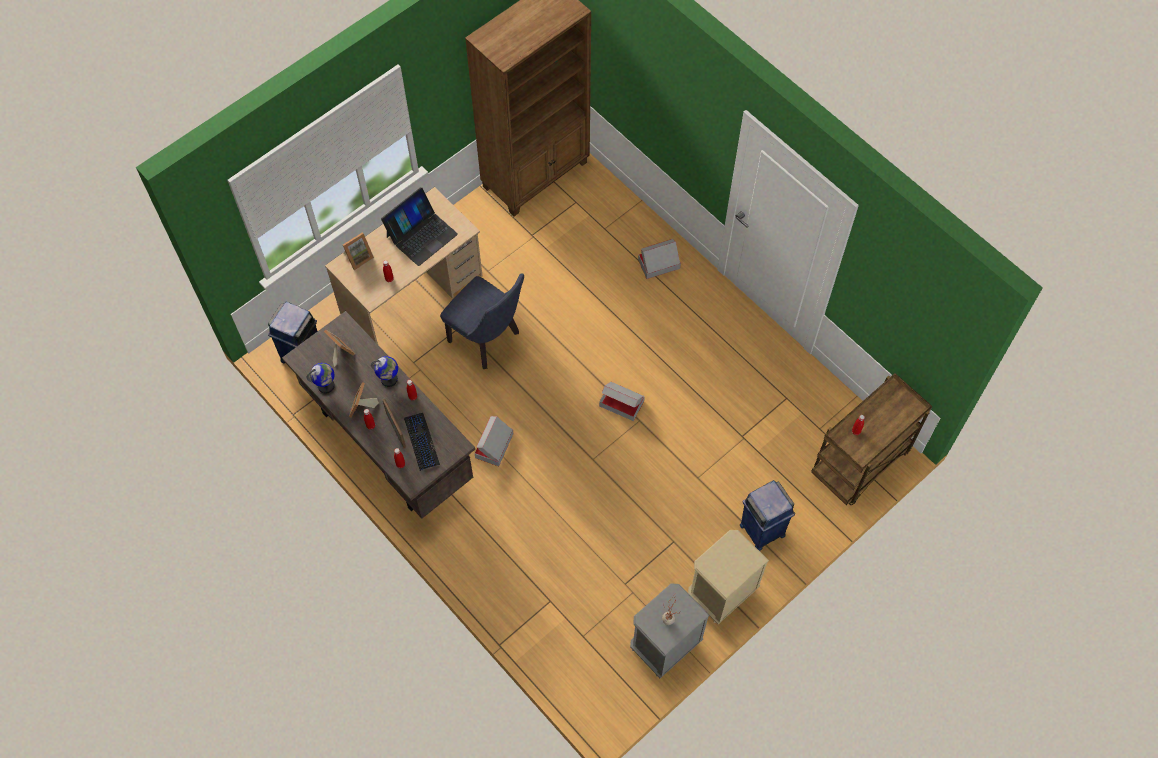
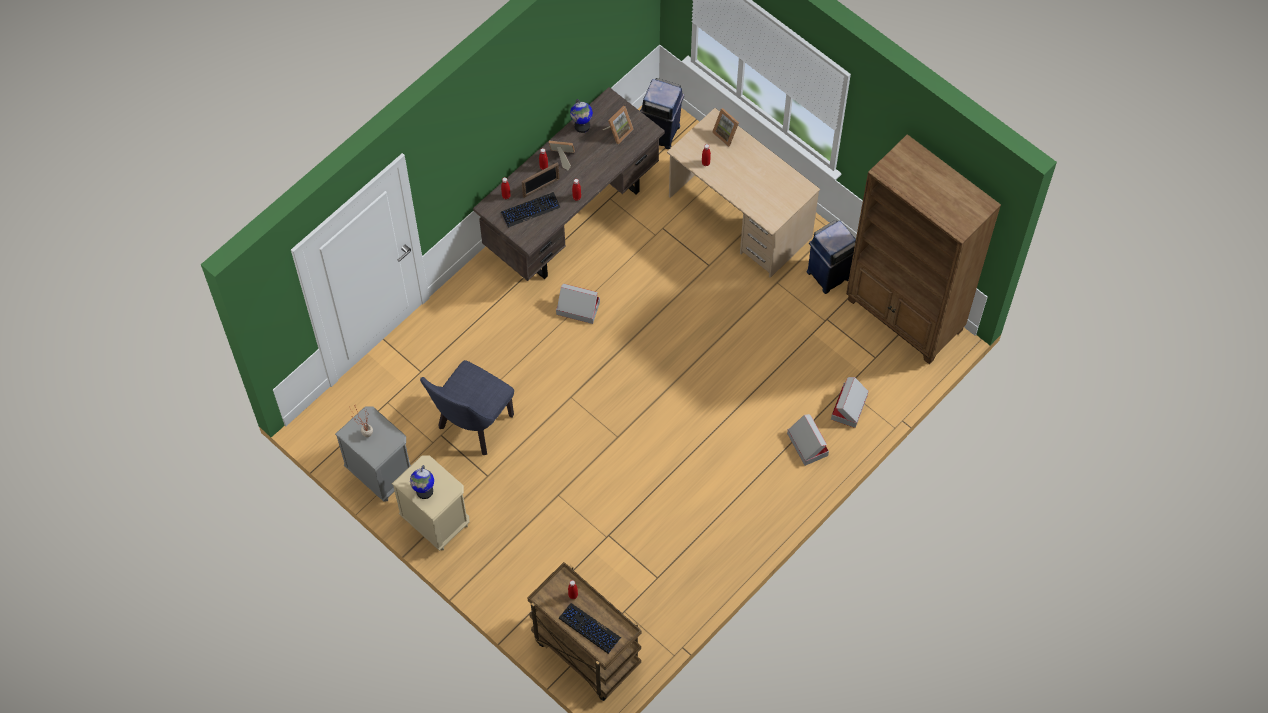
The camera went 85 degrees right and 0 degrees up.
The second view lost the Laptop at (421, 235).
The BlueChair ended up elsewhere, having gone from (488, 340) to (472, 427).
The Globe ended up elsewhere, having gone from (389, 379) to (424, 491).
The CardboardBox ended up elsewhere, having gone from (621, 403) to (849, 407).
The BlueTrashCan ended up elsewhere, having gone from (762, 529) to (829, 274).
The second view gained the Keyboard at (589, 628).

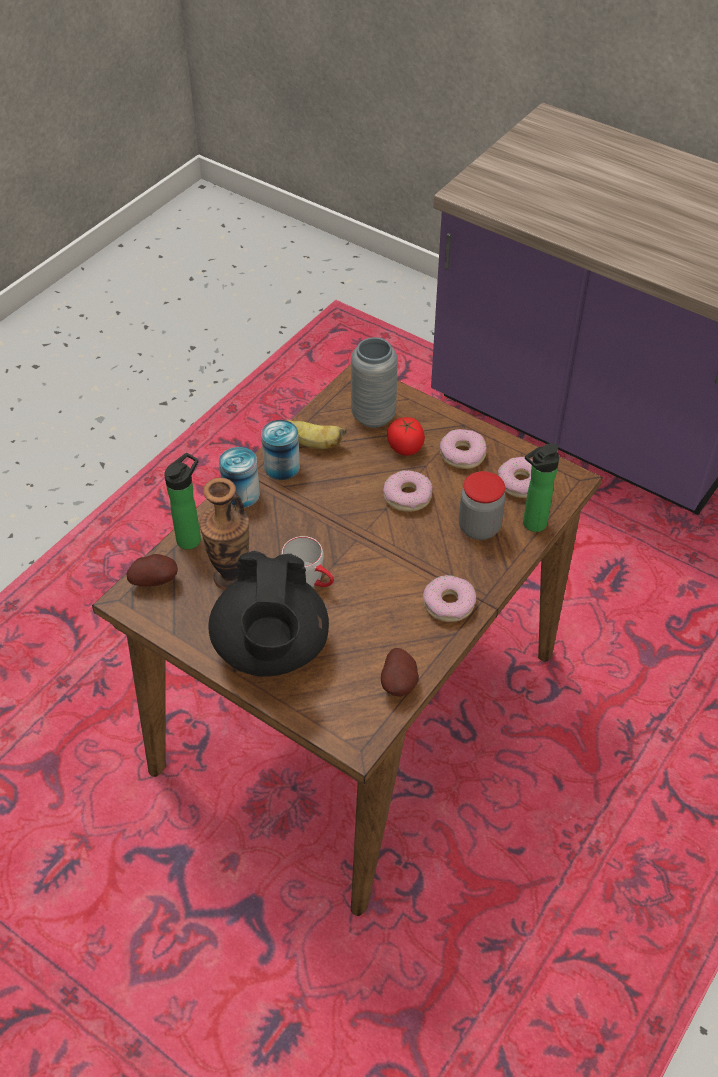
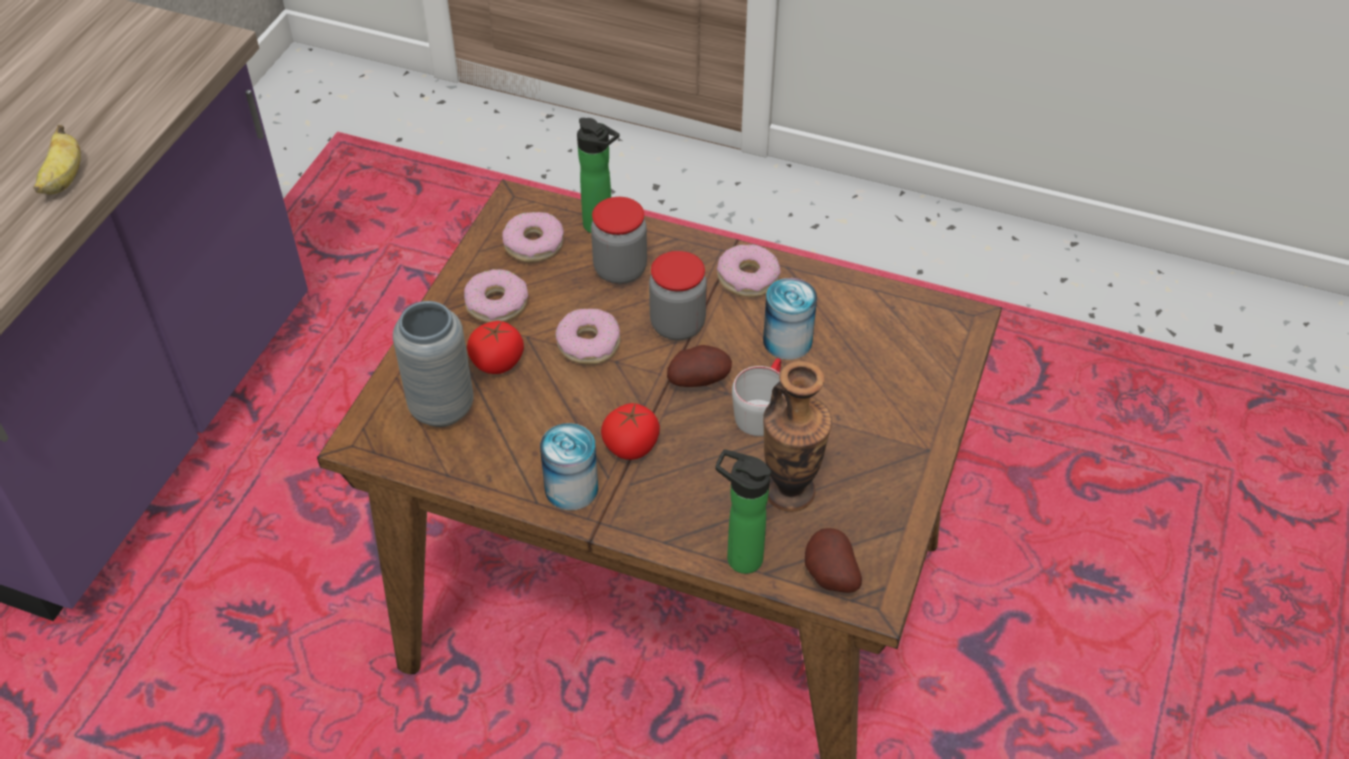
The camera went 105 degrees left and 0 degrees up.
The Banana ended up elsewhere, having gone from (314, 444) to (64, 179).
The Can ended up elsewhere, having gone from (241, 494) to (787, 341).
The second view lost the BlackTeapot at (271, 649).
The Potato ended up elsewhere, having gone from (400, 683) to (698, 379).
The second view gained the Jar at (677, 325).
The second view gained the Tomato at (631, 446).

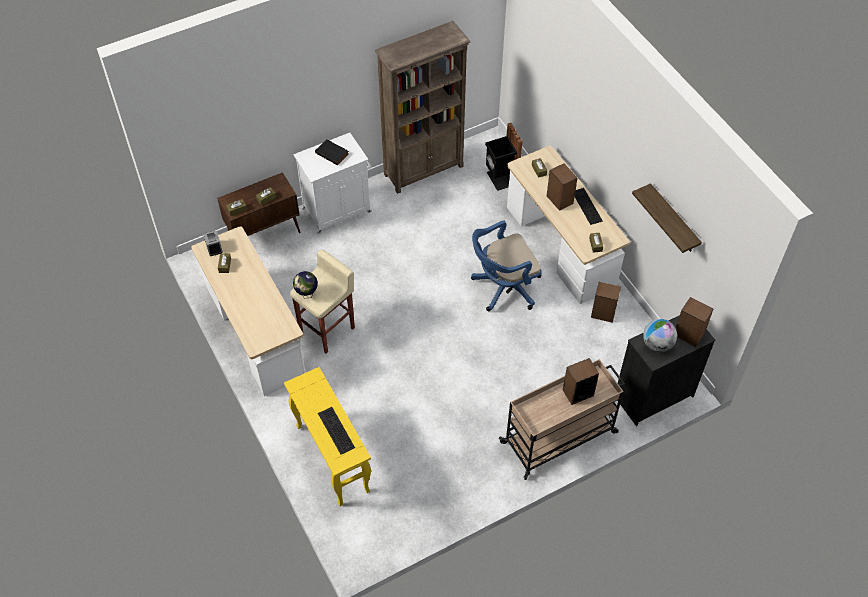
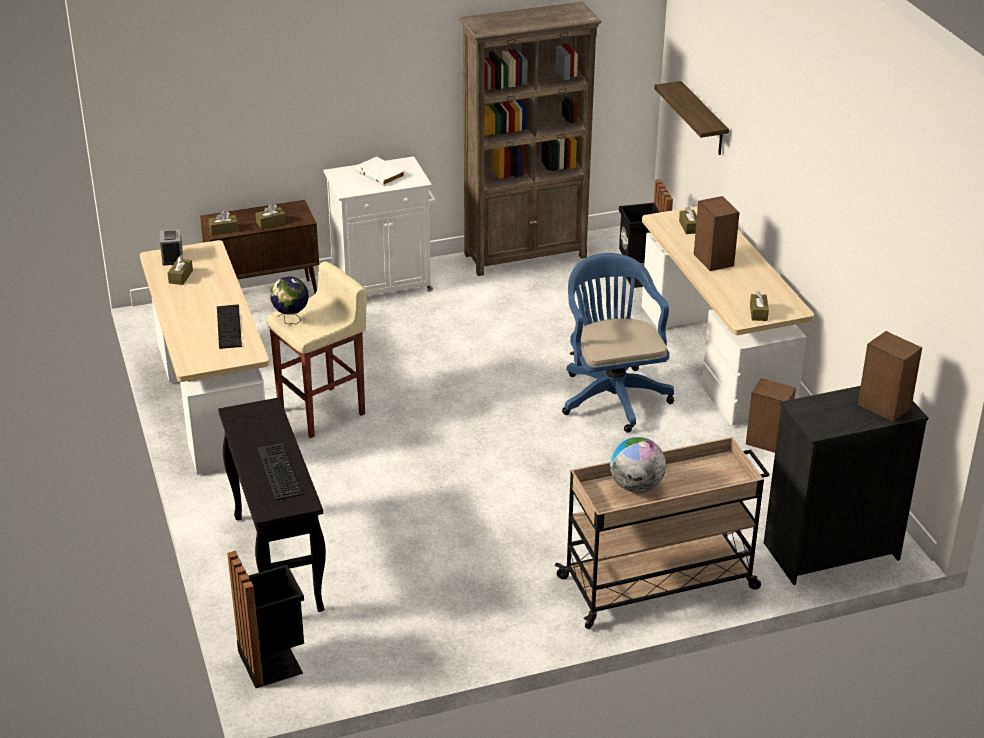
The camera went 10 degrees right and 20 degrees down.
What was the BlackBook at (332, 153) turned into the WhiteBook at (381, 174).
The Shelf ended up elsewhere, having gone from (673, 220) to (703, 119).
The Keyboard ended up elsewhere, having gone from (587, 206) to (229, 326).
The BlueOfficeChair at (503, 288) ended up facing another way, 90 degrees clockwise from before.
The Globe ended up elsewhere, having gone from (657, 344) to (636, 486).
The second view lost the Speaker at (577, 392).
What was the YellowConsoleTable at (332, 458) turned into the BlackConsoleTable at (277, 562).
The second view gained the BlackTrashCan at (273, 661).

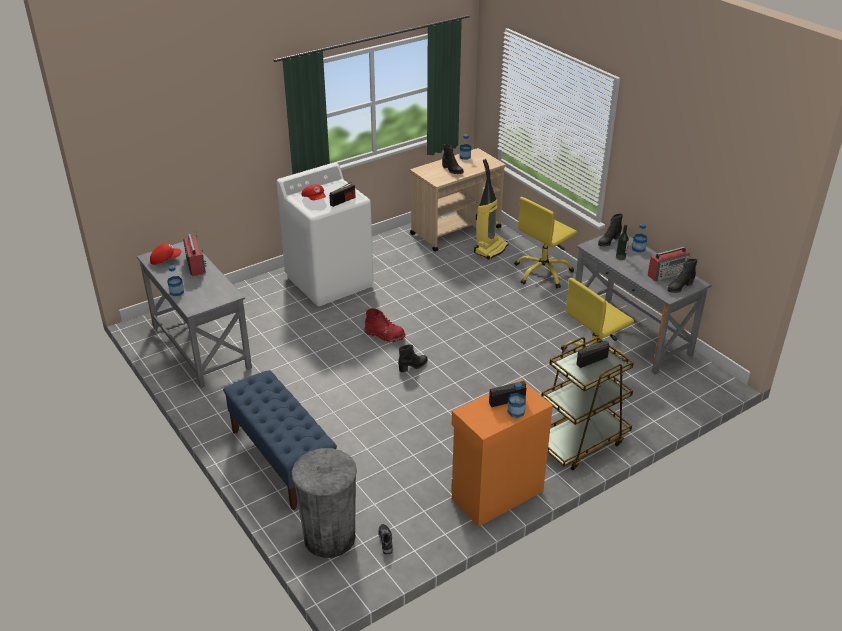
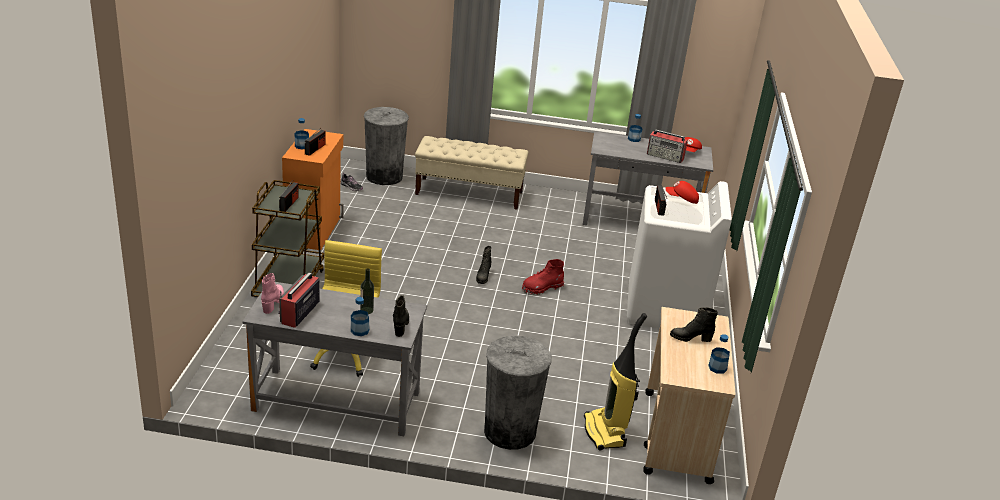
The camera went 130 degrees right and 5 degrees down.
Where the YellowOfficeChair stood at (543, 273), the GreyTrashCan came to stand at (510, 431).
What was the BlackBoot at (679, 287) turned into the PinkBoot at (273, 302).
What was the BlueBench at (282, 459) turned into the BeigeBench at (469, 193).

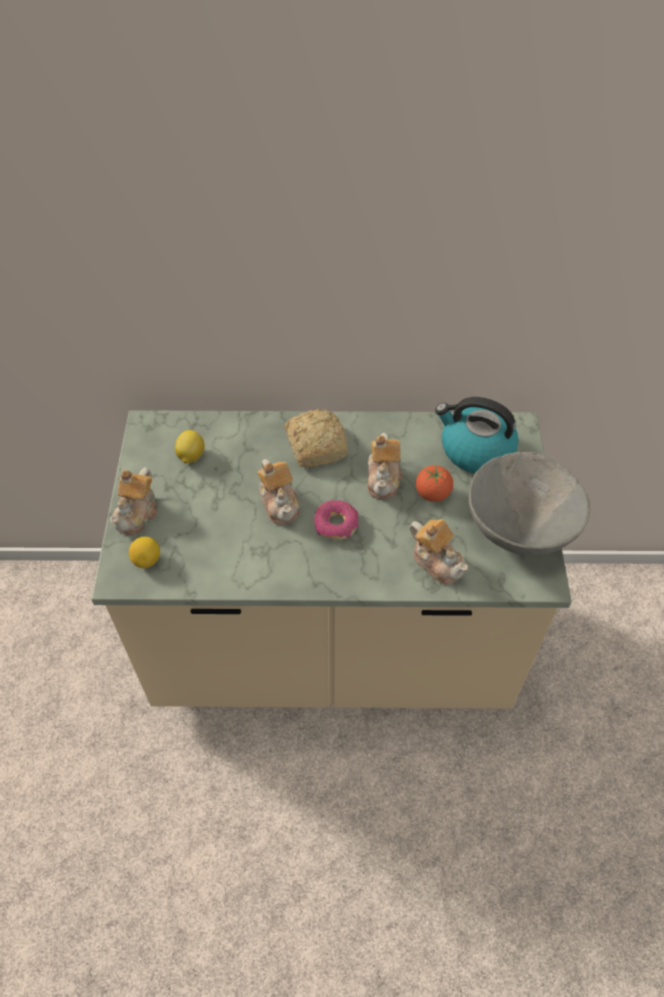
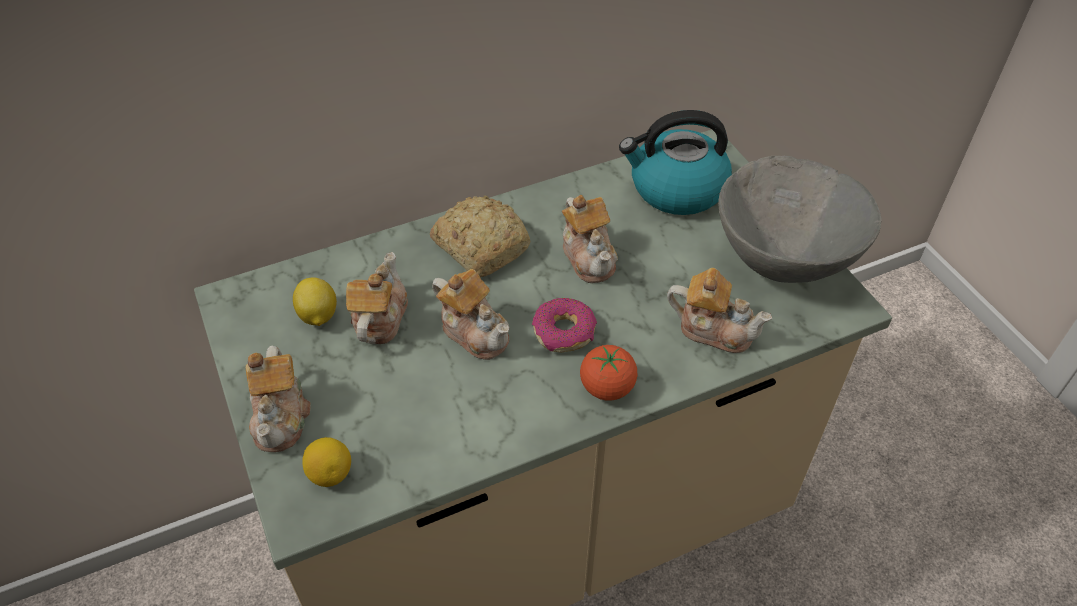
The camera went 25 degrees left and 5 degrees down.
The Tomato ended up elsewhere, having gone from (432, 493) to (607, 388).
The second view gained the Teapot at (379, 319).

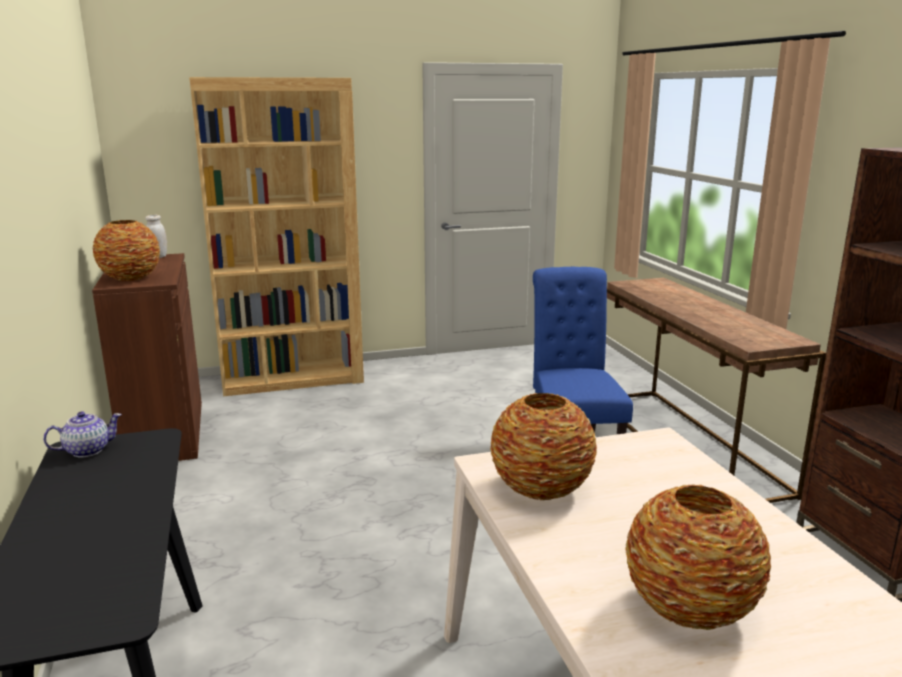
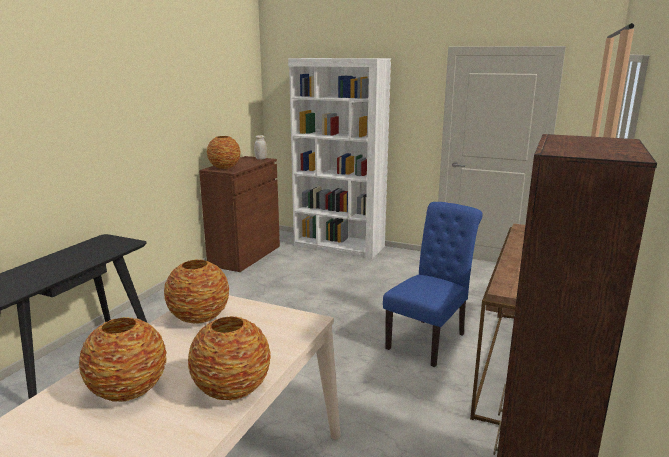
The camera went 40 degrees right and 0 degrees up.
What was the BrownBookcase at (293, 379) turned into the WhiteBookcase at (339, 246).
The second view lost the Teapot at (87, 450).
The second view gained the Vase at (231, 389).

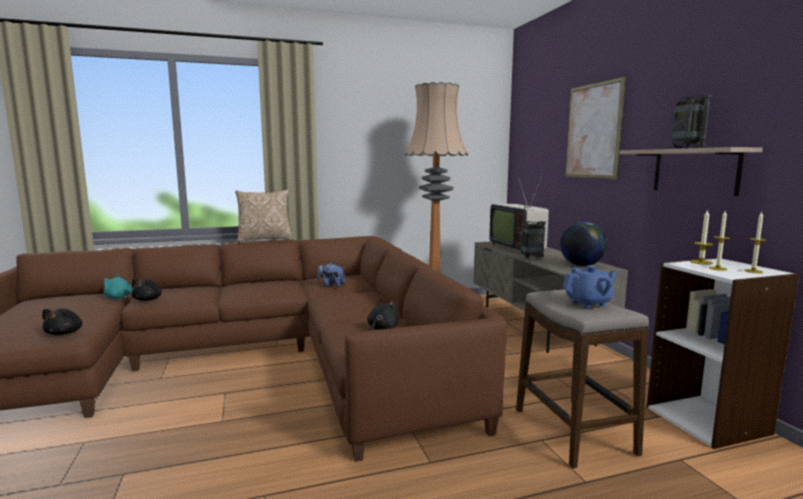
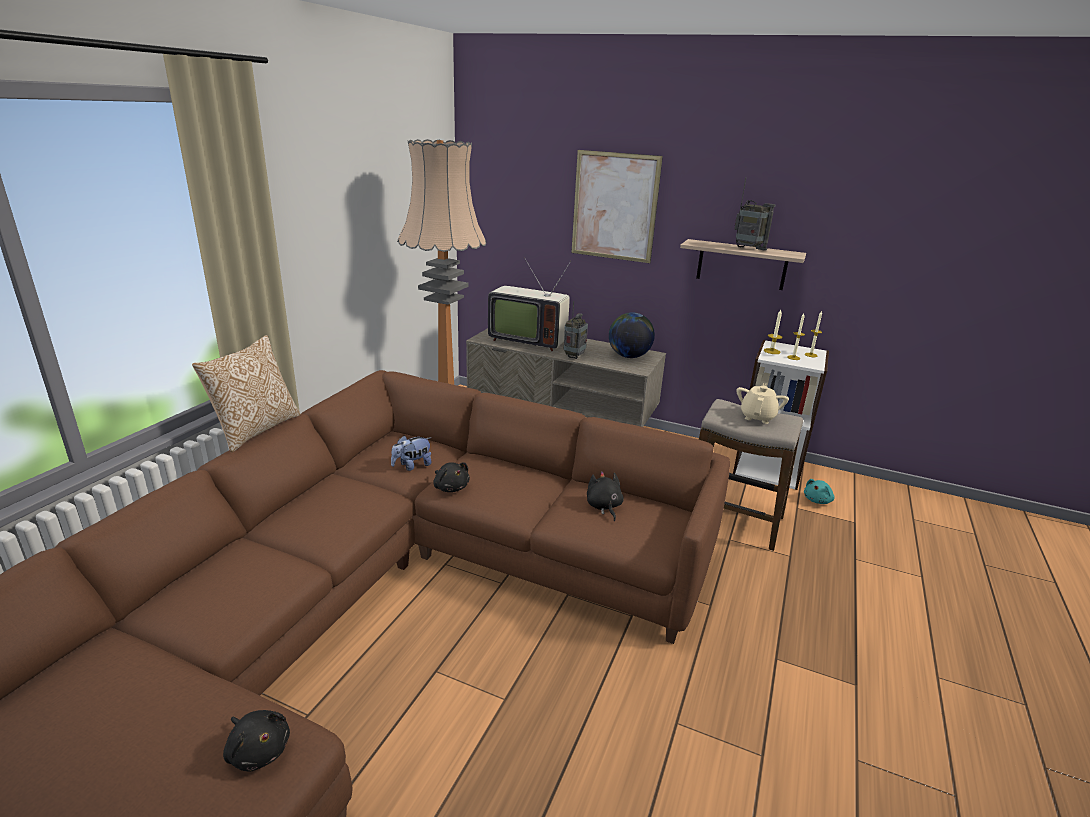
The camera went 50 degrees left and 15 degrees up.
What was the BlueTeapot at (589, 303) turned into the BeigeTeapot at (757, 417).
The TurquoisePlushToy ended up elsewhere, having gone from (120, 298) to (817, 500).
The BlackPlushToy ended up elsewhere, having gone from (148, 299) to (451, 487).

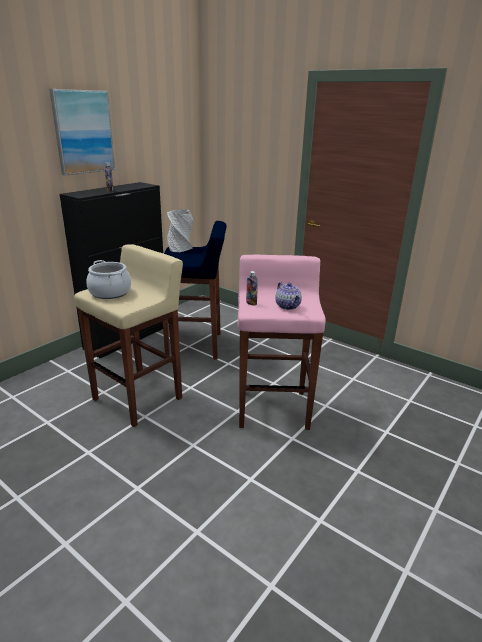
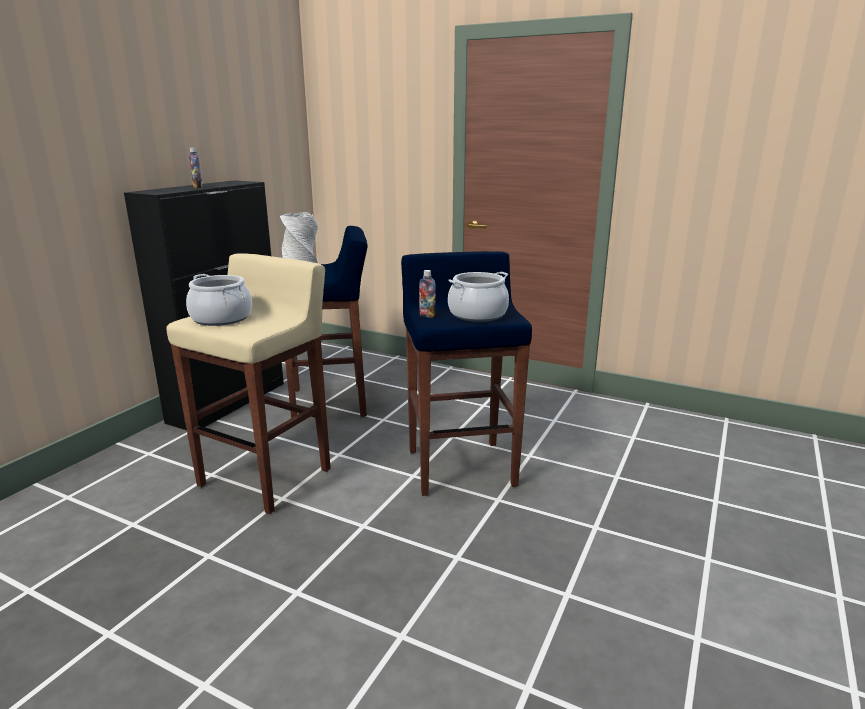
The camera went 10 degrees left and 5 degrees down.
The second view lost the Picture at (83, 132).
What was the PinkStool at (273, 408) turned into the BlueStool at (460, 466).
Where the Teapot stood at (287, 306), the CookingPot came to stand at (477, 314).

